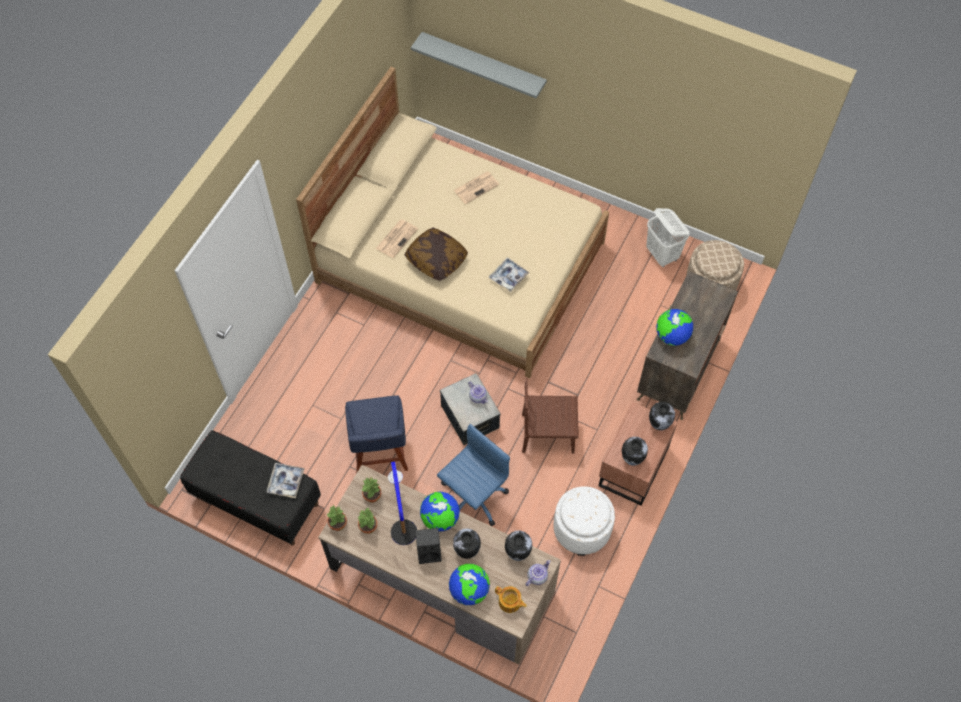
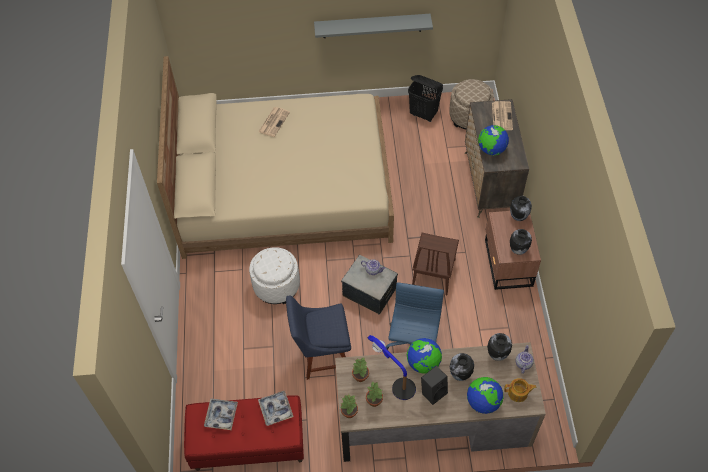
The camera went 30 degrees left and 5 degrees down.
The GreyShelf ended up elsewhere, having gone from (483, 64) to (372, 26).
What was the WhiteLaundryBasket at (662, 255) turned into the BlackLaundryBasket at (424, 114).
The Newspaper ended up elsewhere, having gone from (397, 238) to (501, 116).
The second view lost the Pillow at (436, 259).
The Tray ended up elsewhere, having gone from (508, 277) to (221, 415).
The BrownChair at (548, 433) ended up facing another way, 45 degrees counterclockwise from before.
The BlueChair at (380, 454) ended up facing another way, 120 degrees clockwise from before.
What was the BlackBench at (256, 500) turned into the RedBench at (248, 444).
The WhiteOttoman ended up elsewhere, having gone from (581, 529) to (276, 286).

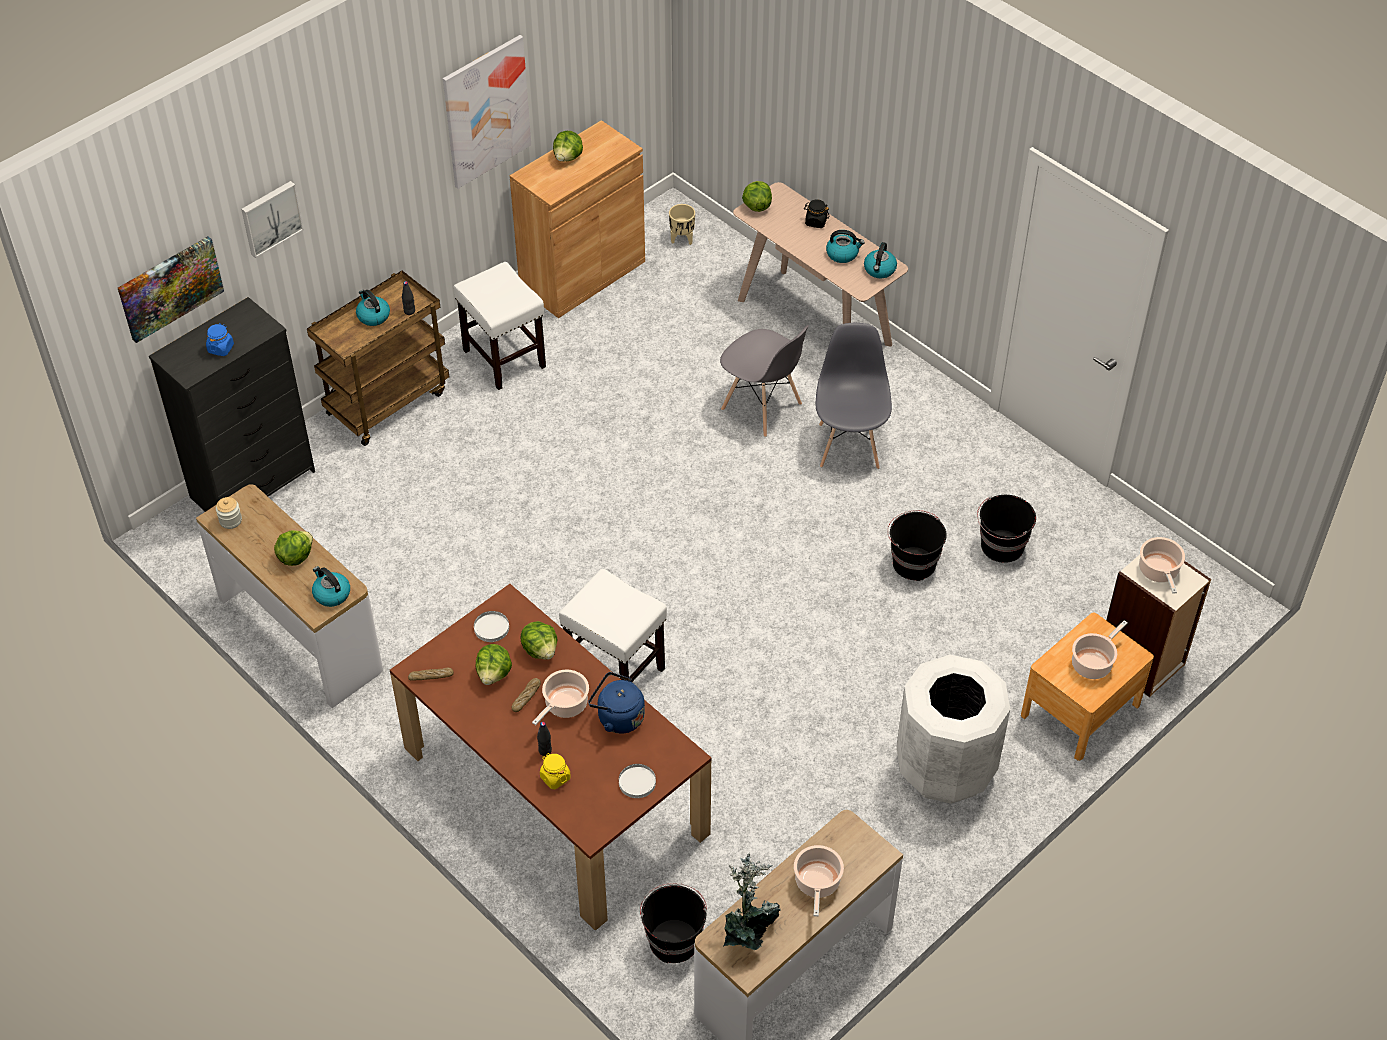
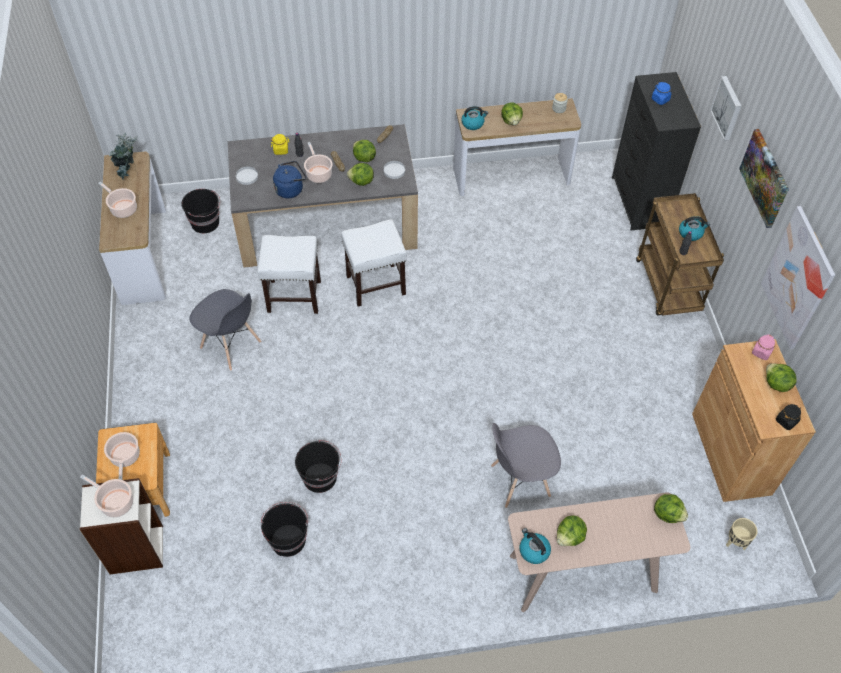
The camera went 125 degrees right and 5 degrees up.
The BlackJar ended up elsewhere, having gone from (815, 222) to (786, 421).
Where the Kettle stood at (843, 254), the Lettuce came to stand at (569, 537).
The Picture ended up elsewhere, having gone from (170, 288) to (765, 178).
The WhiteStool ended up elsewhere, having gone from (505, 359) to (293, 296).
The GreyChair ended up elsewhere, having gone from (849, 445) to (231, 345).
What was the BrownDiningTable at (554, 791) turned into the GreyDiningTable at (326, 223).
The second view lost the WhiteTrashCan at (946, 767).
The second view gained the PinkJar at (761, 352).

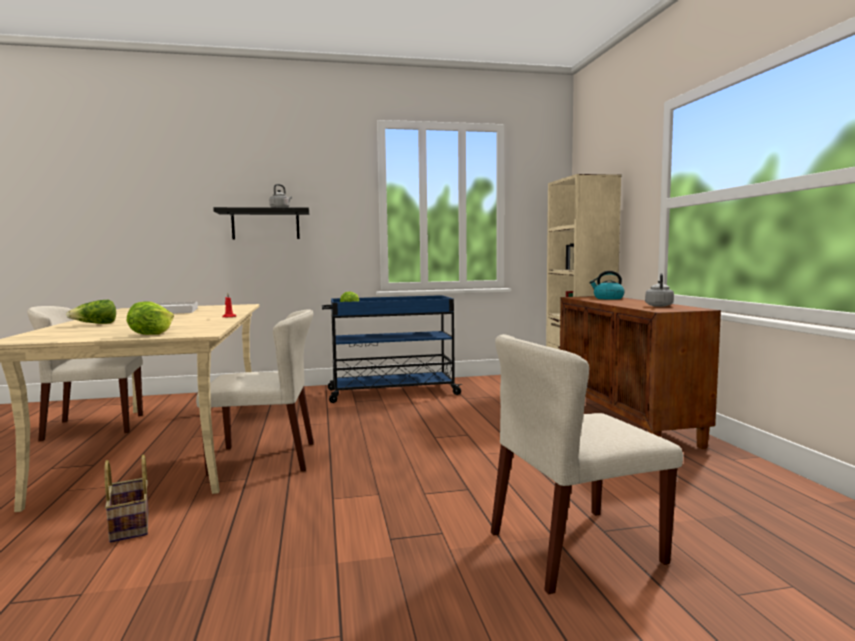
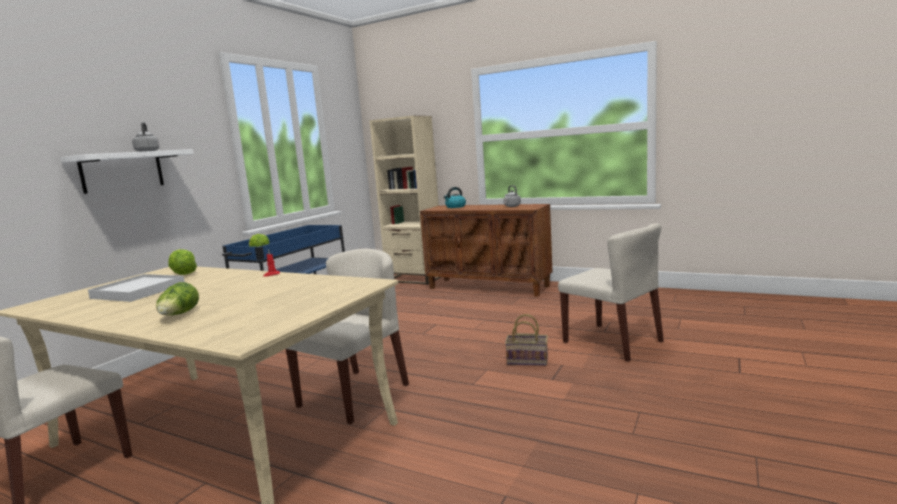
The camera went 50 degrees left and 5 degrees up.
What was the BlackShelf at (265, 224) turned into the WhiteShelf at (122, 171).
The Lettuce ended up elsewhere, having gone from (151, 334) to (183, 274).
The BeigeChair at (574, 548) ended up facing another way, 60 degrees counterclockwise from before.
The Basket ended up elsewhere, having gone from (131, 526) to (528, 360).

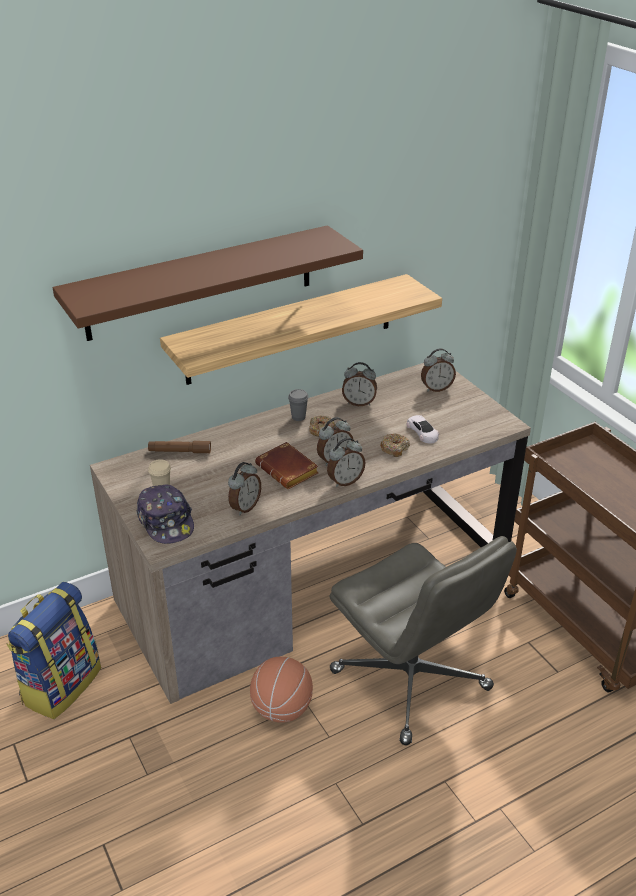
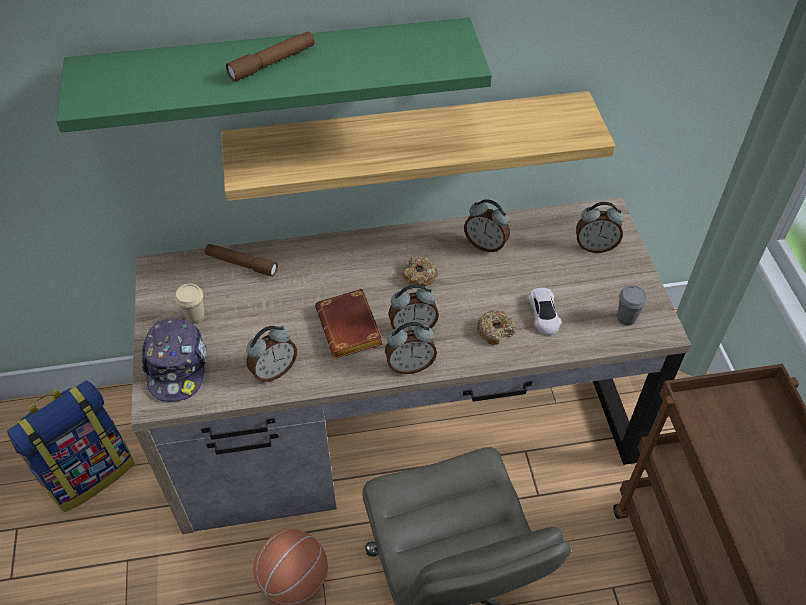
The camera went 20 degrees right and 15 degrees up.
What was the BrownShelf at (201, 283) turned into the GreenShelf at (276, 72).
The GreyCup ended up elsewhere, having gone from (298, 417) to (626, 318).
The second view gained the BrownFlashlight at (272, 63).

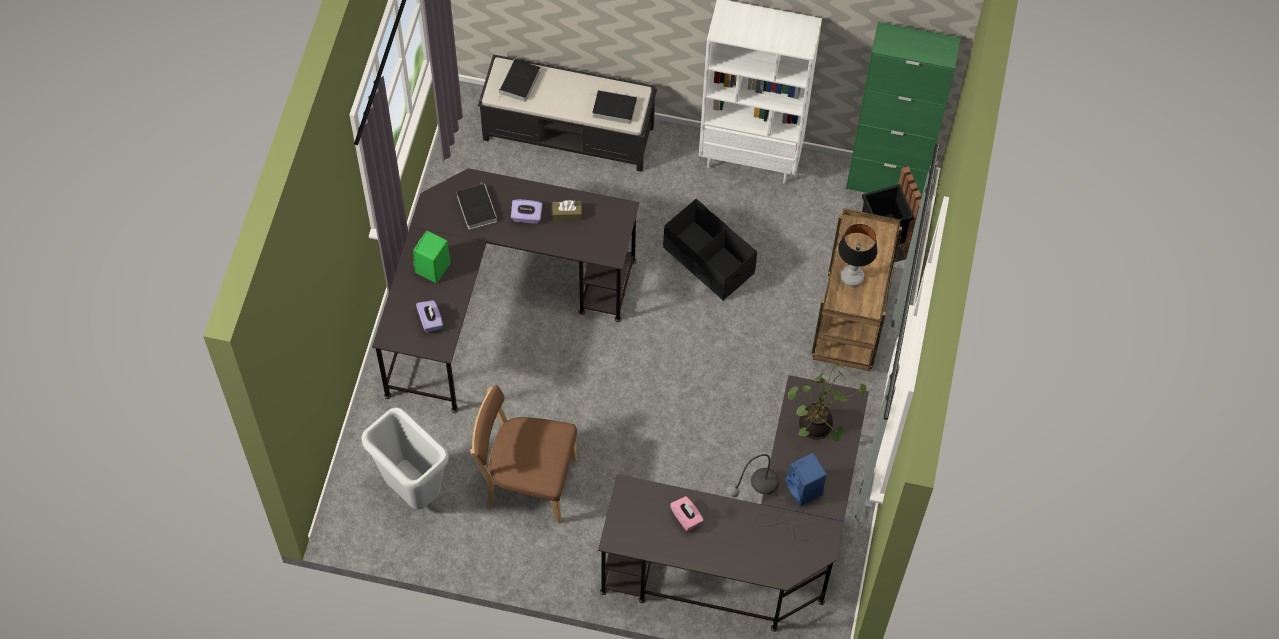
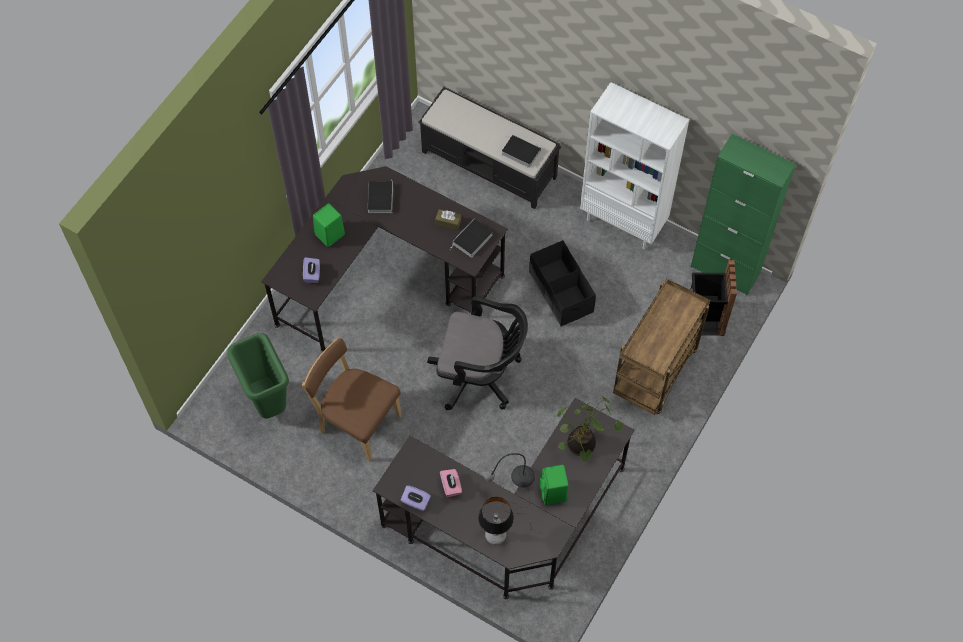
The camera went 20 degrees right and 0 degrees up.
The Book ended up elsewhere, having gone from (519, 83) to (472, 240).
The PurpleTissueBox ended up elsewhere, having gone from (526, 217) to (415, 502).
The TableLamp ended up elsewhere, having gone from (852, 277) to (496, 535).
What was the GreyTrashCan at (412, 491) turned into the GreenTrashCan at (267, 403).
What was the BlueSpeaker at (805, 490) turned into the GreenSpeaker at (553, 493).
The second view gained the BlackOfficeChair at (480, 375).

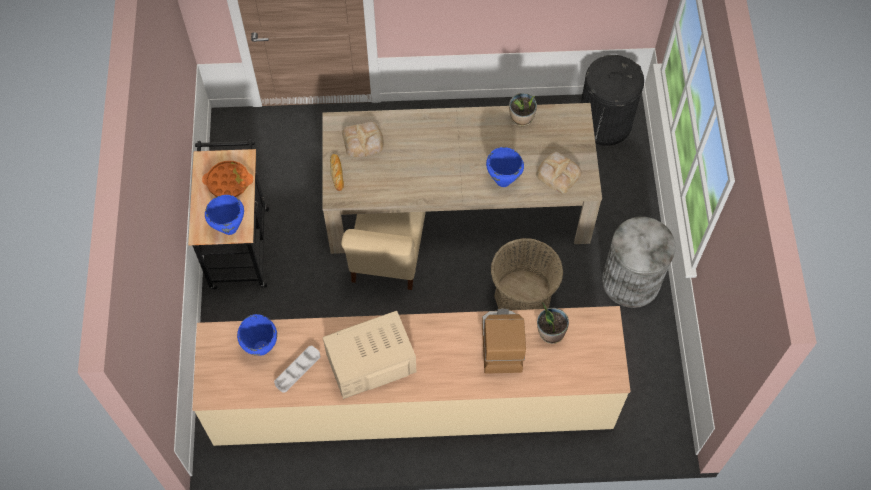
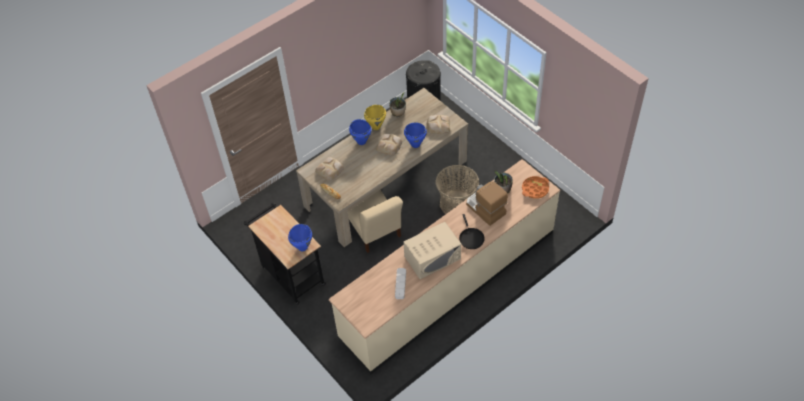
The camera went 35 degrees left and 10 degrees down.
The OrangeTray ended up elsewhere, having gone from (228, 182) to (535, 189).
The second view lost the GreyTrashCan at (631, 281).
The BeigeMicrowave at (370, 363) ended up facing another way, 150 degrees counterclockwise from before.
The BlueCookingPot ended up elsewhere, having gone from (262, 347) to (361, 141).
The second view gained the YellowCookingPot at (376, 127).
The second view gained the Bread at (389, 145).
The second view gained the BlackFryingPan at (471, 238).

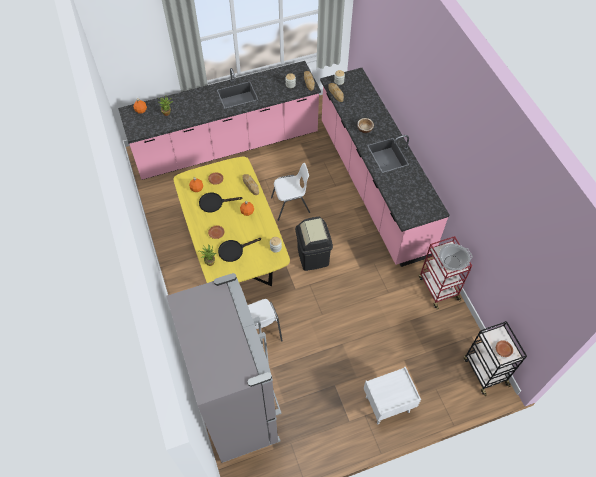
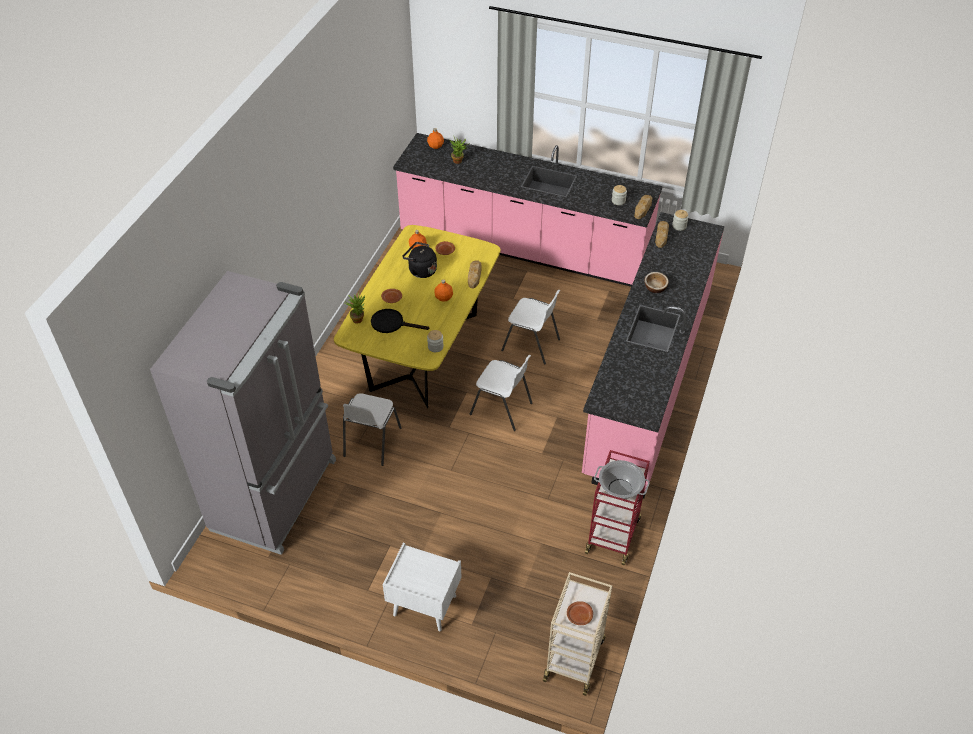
The camera went 40 degrees right and 10 degrees down.
Where the BlackFryingPan stood at (214, 203), the BlackKettle came to stand at (421, 270).
Where the BlackTrashCan stood at (313, 256), the WhiteChair came to stand at (502, 409).
What was the BlackCart at (484, 370) turned into the BeigeCart at (574, 658).

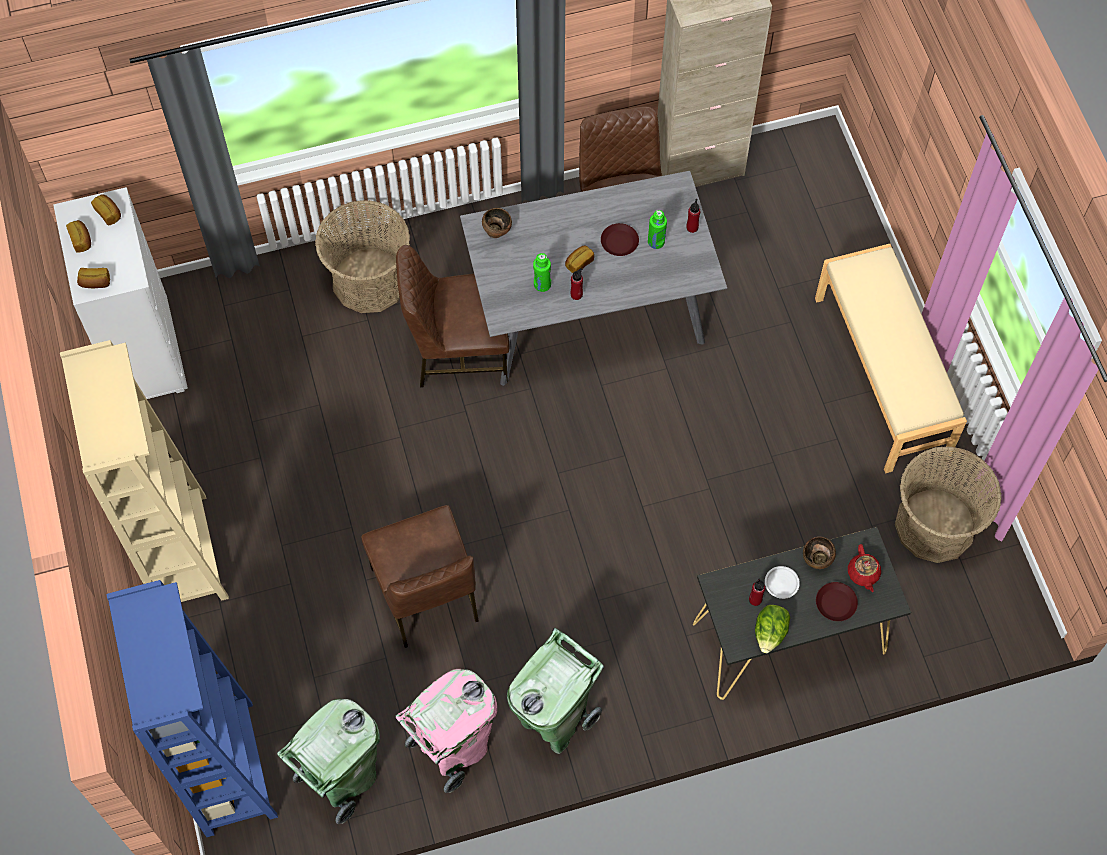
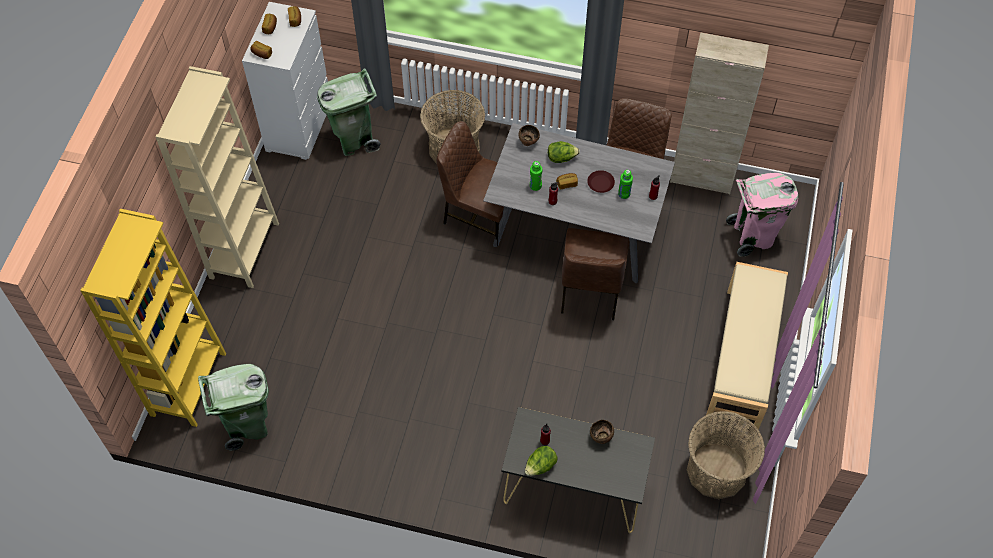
The camera went 30 degrees right and 5 degrees down.
The BrownChair ended up elsewhere, having gone from (426, 596) to (590, 291).
The second view lost the RedTeapot at (863, 574).
The second view lost the WhitePlate at (781, 583).
What was the BlueBookcase at (229, 768) turned into the YellowBookcase at (188, 384).
The second view lost the BrownPlate at (835, 603).
The GreenTrashCan ended up elsewhere, having gone from (554, 719) to (354, 140).
The PinkTrashCan ended up elsewhere, having gone from (453, 748) to (752, 236).
The second view gained the Lettuce at (561, 158).

